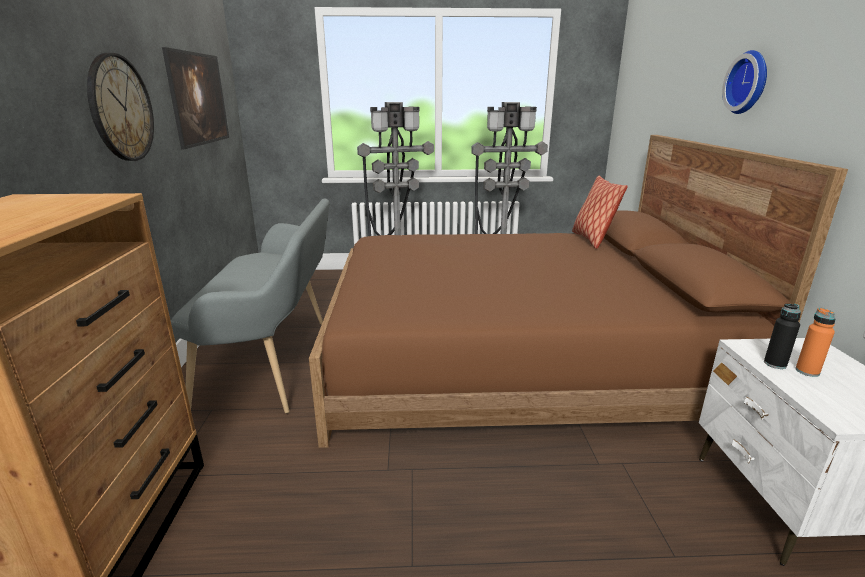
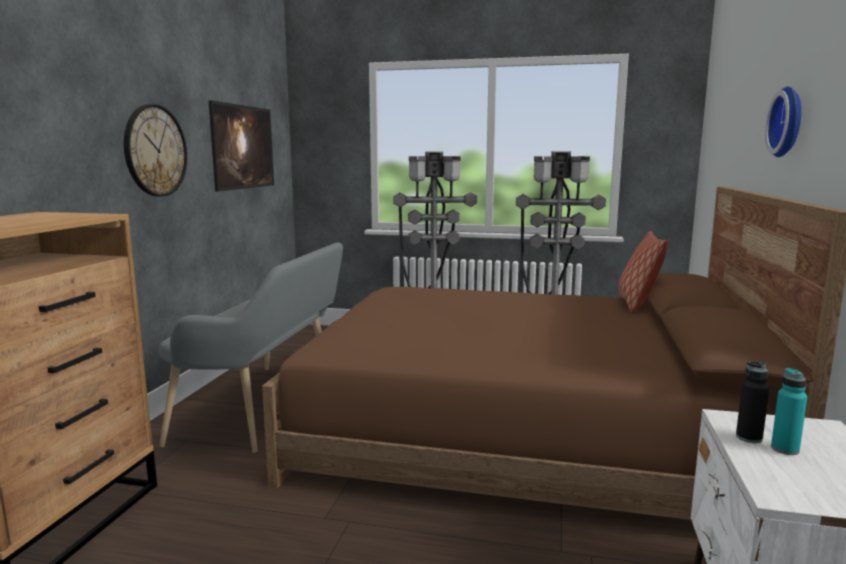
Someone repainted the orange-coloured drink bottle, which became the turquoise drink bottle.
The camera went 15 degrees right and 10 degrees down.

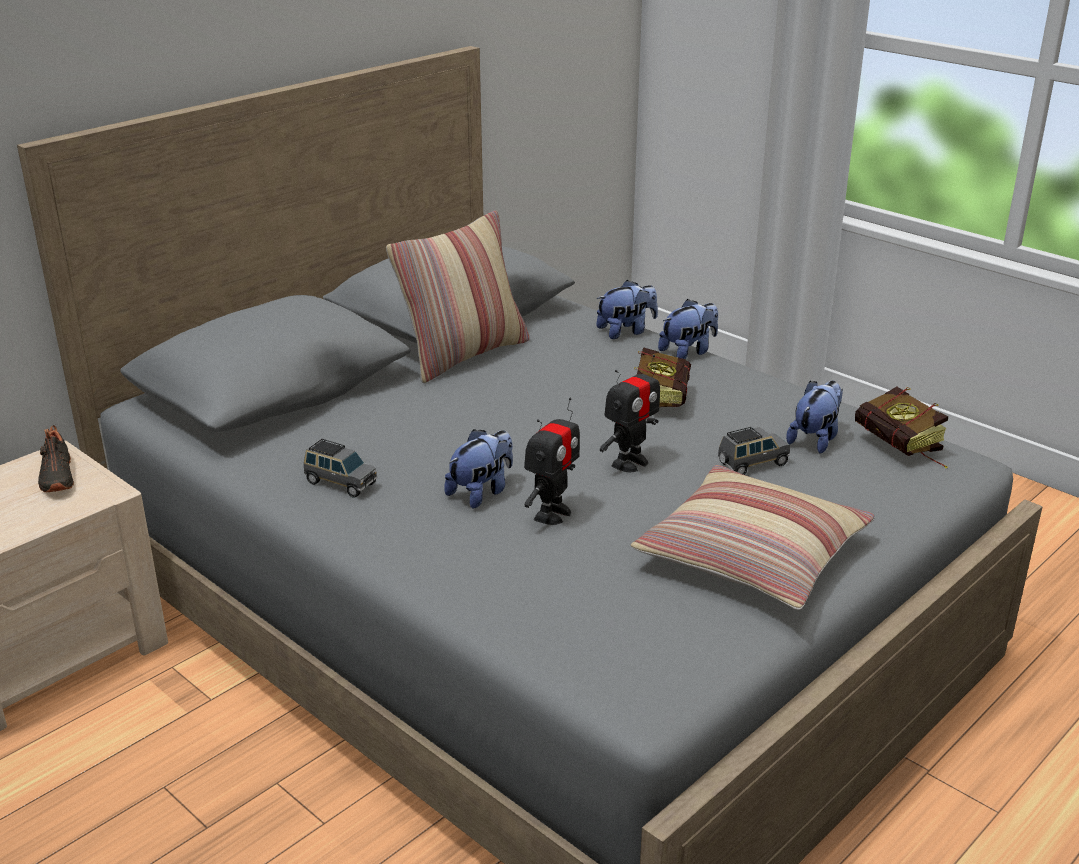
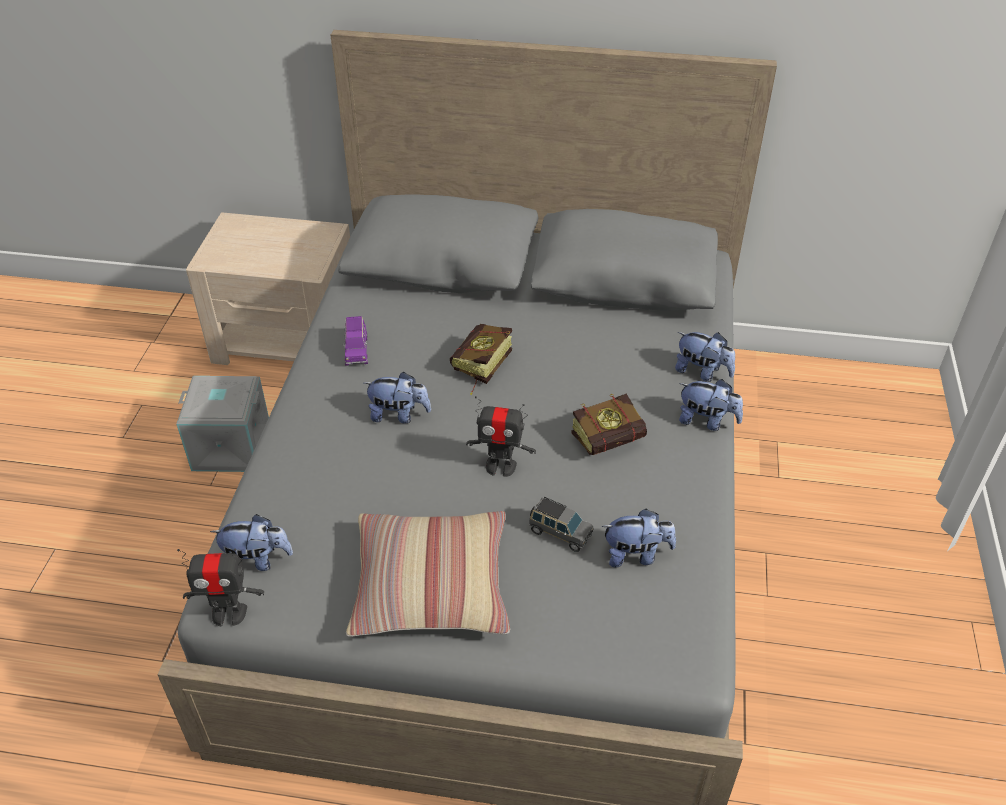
Someone put down the gray storage bin.
Someone carried the toy robot (1st from left).
Someone put down the plush toy (1st from left).
Someone repainted the gray miniature car (1st from left), which became the purple miniature car.
Someone carried the bound book (2nd from left in the first image).
Someone took away the black shoe.
Someone took away the throw pillow (1st from left).
The camera went 55 degrees right and 15 degrees up.

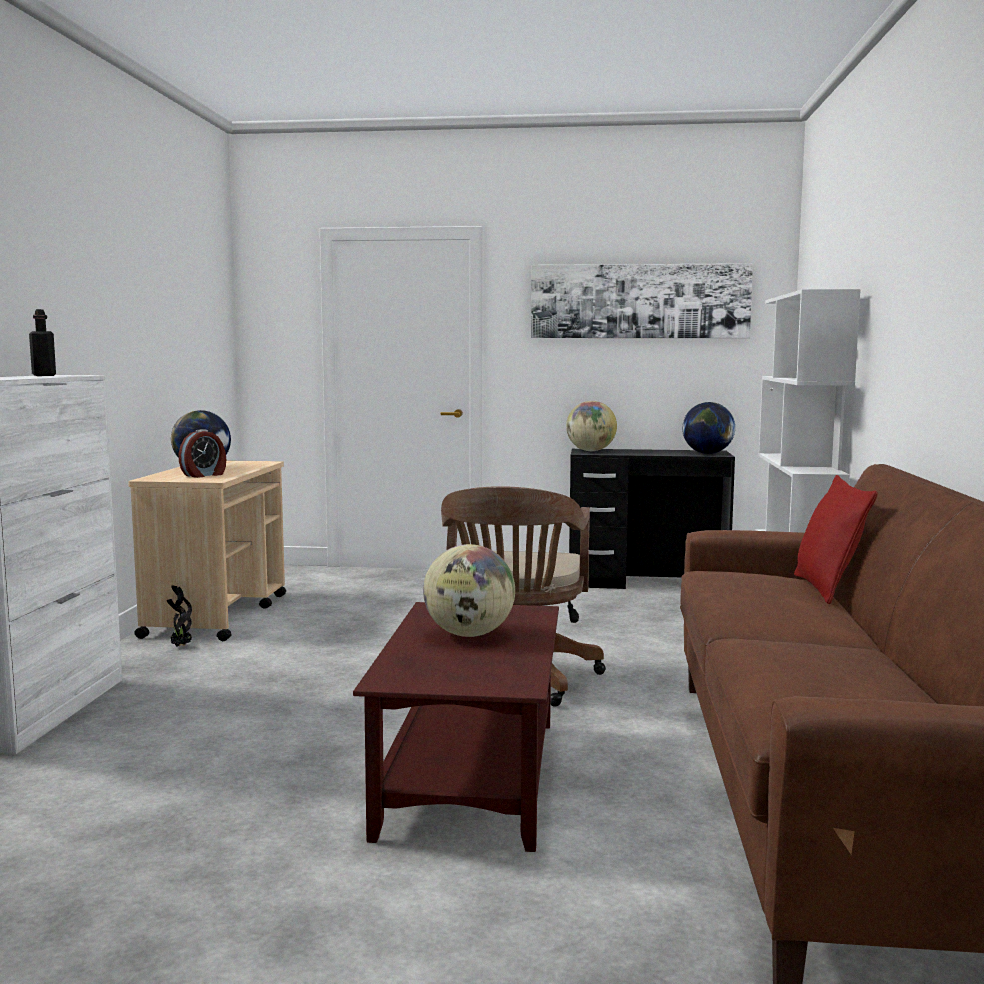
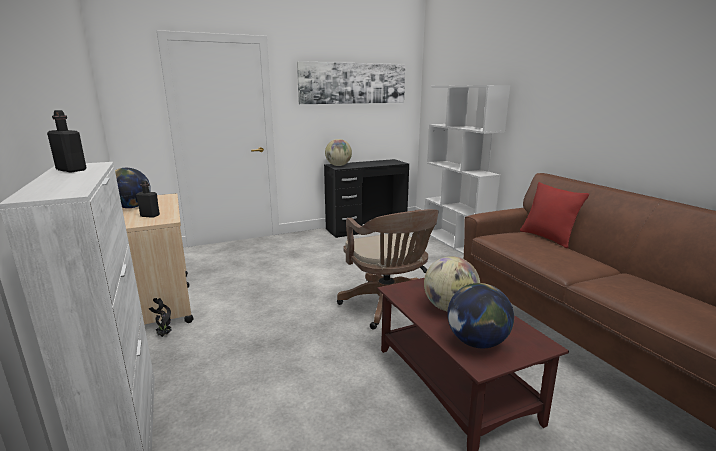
Someone swapped the alarm clock for the black drink bottle (2nd from left).
Someone carried the world globe (4th from left).
The camera went 30 degrees left and 10 degrees up.

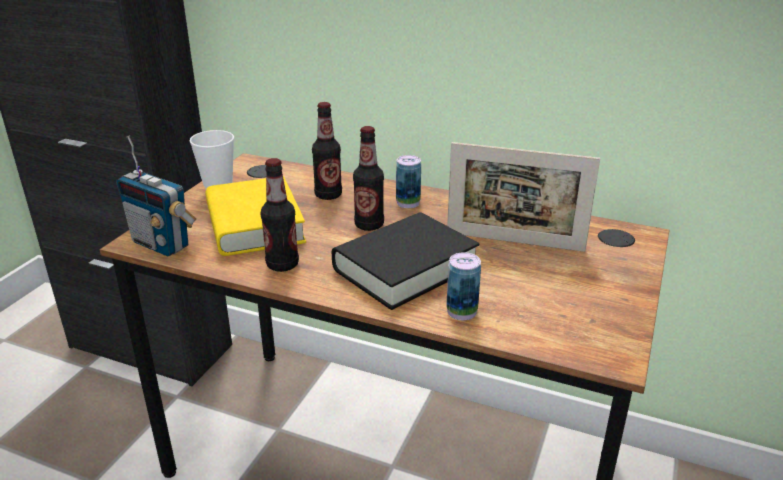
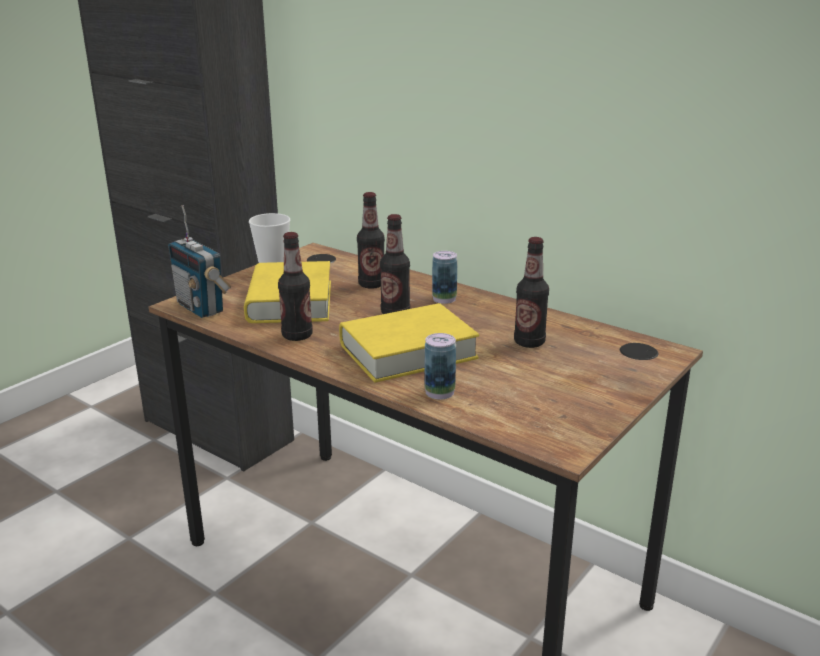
Someone repainted the black bound book, which became the yellowish bound book (2nd from left).
Someone swapped the picture frame for the drink bottle (4th from left).
The camera went 15 degrees right and 5 degrees down.

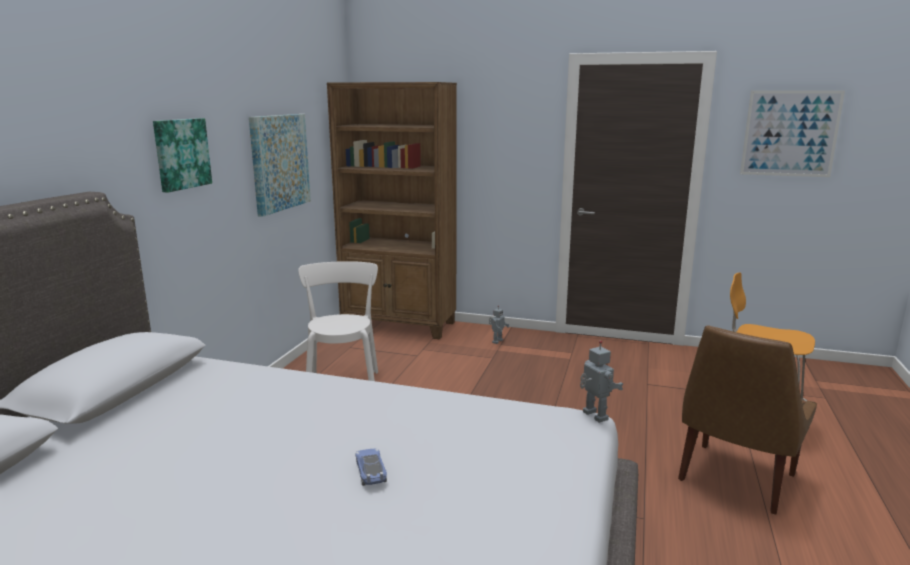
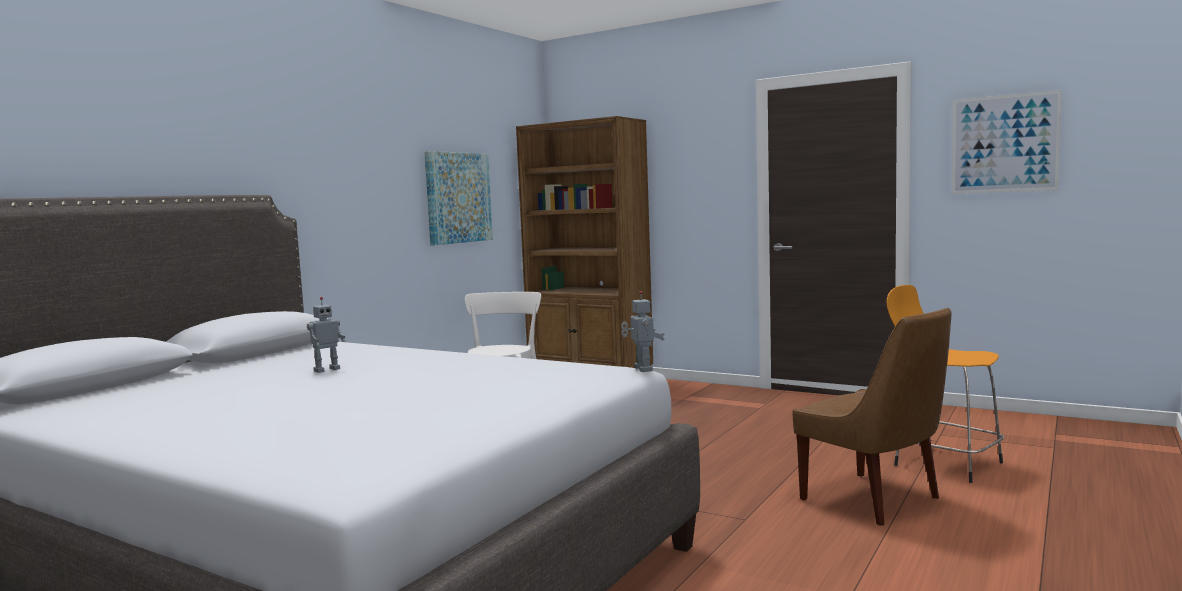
Someone carried the toy robot (1st from left).
Someone rotated the brownish chair by 90 degrees counterclockwise.
Someone took away the wall picture (1st from left).
Someone took away the miniature car.
The camera went 15 degrees right and 10 degrees down.

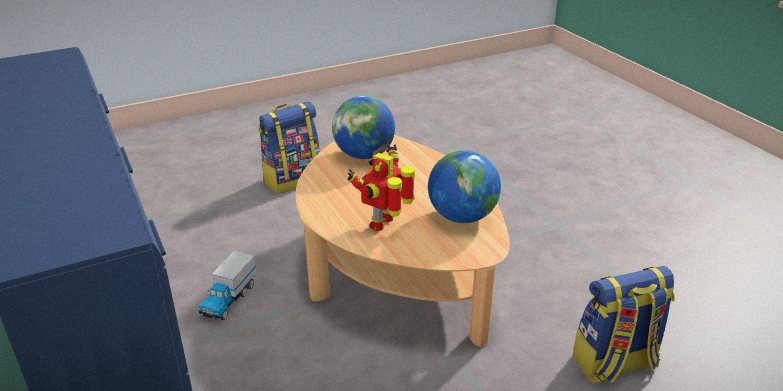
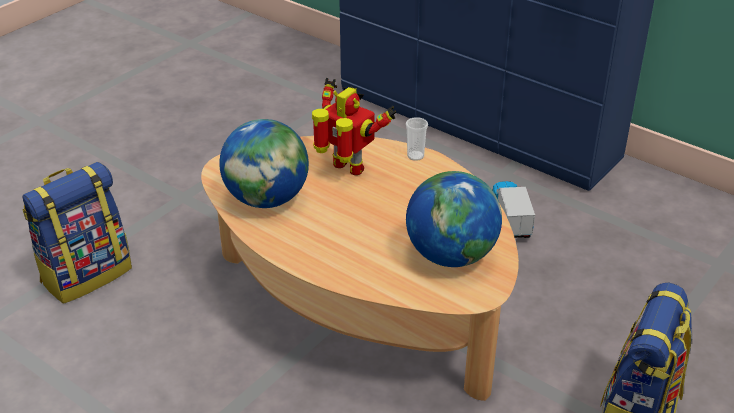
Someone rotated the toy robot by 60 degrees counterclockwise.
Someone put down the small cup.
The camera went 155 degrees right and 5 degrees up.

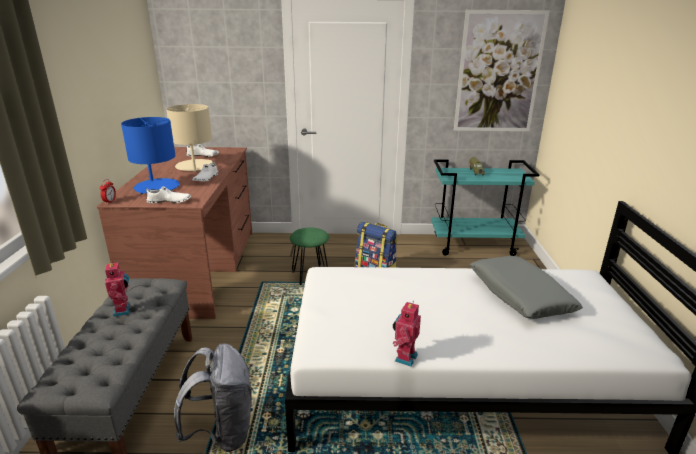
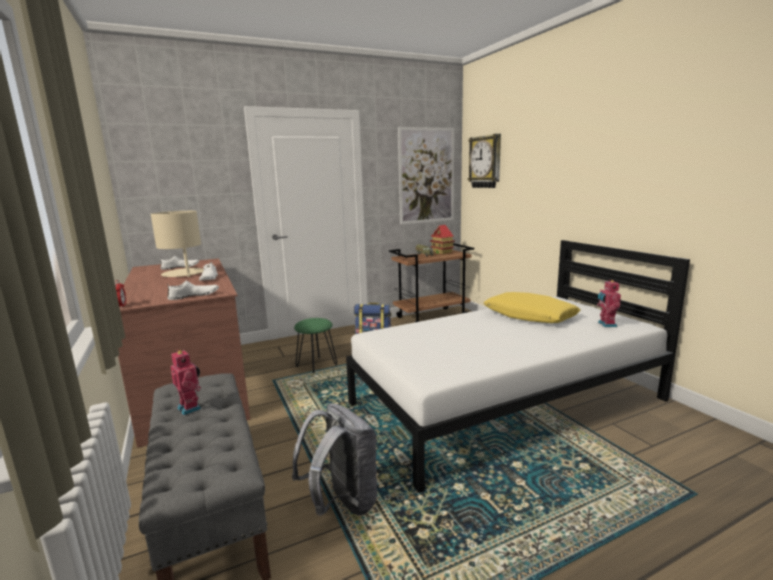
Someone repainted the turquoise trolley, which became the brownish trolley.
Someone put down the toy house.
Someone put up the hanging clock.
Someone repainted the gray throw pillow, which became the yellowish throw pillow.
Someone carried the toy robot (2nd from left).
Someone took away the blue-coloured table lamp.
The camera went 25 degrees left and 10 degrees down.

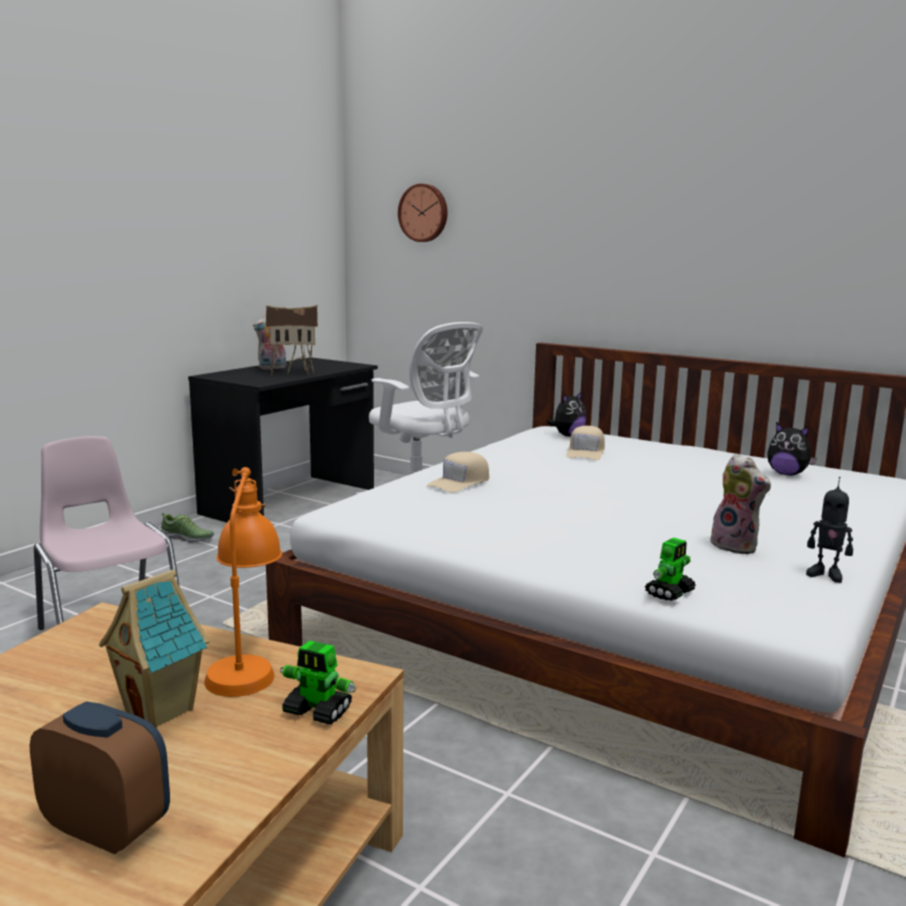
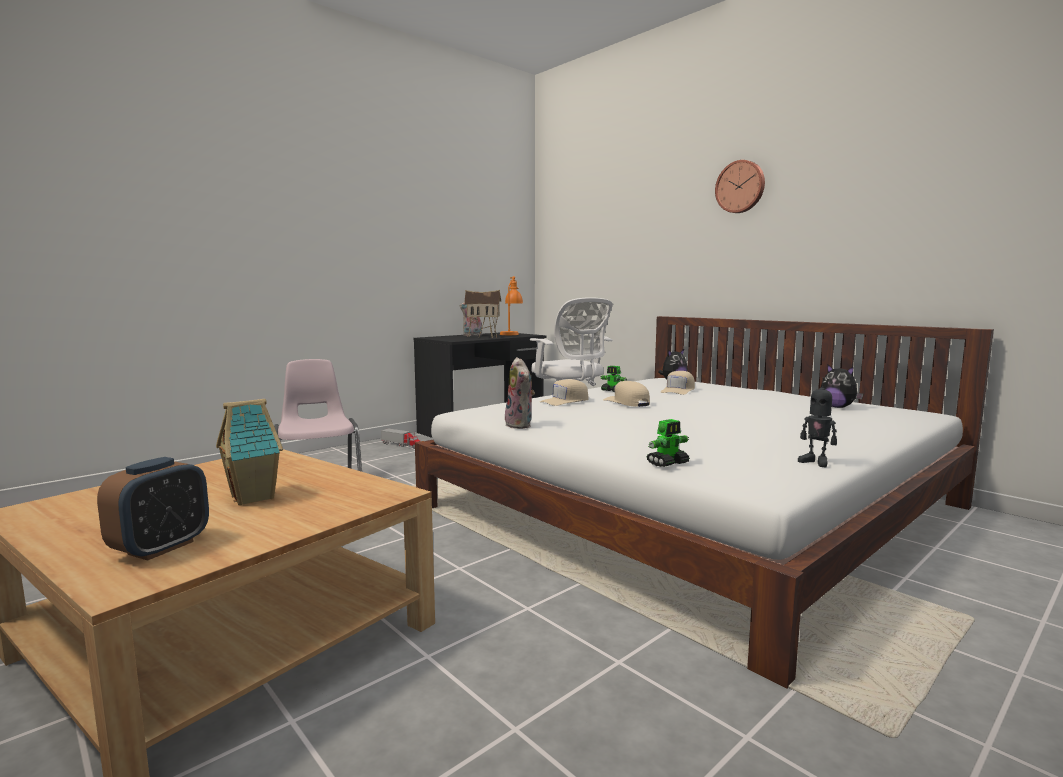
Someone rotated the alarm clock by 75 degrees clockwise.
Someone swapped the shoe for the toy truck.
Someone carried the orange-coloured table lamp.
Someone carried the plush toy (3rd from left in the first image).
Someone carried the toy robot (1st from left).
Someone put down the beige-coloured peaked cap (2nd from left).
Someone carried the hanging clock.
The camera went 15 degrees right and 5 degrees down.

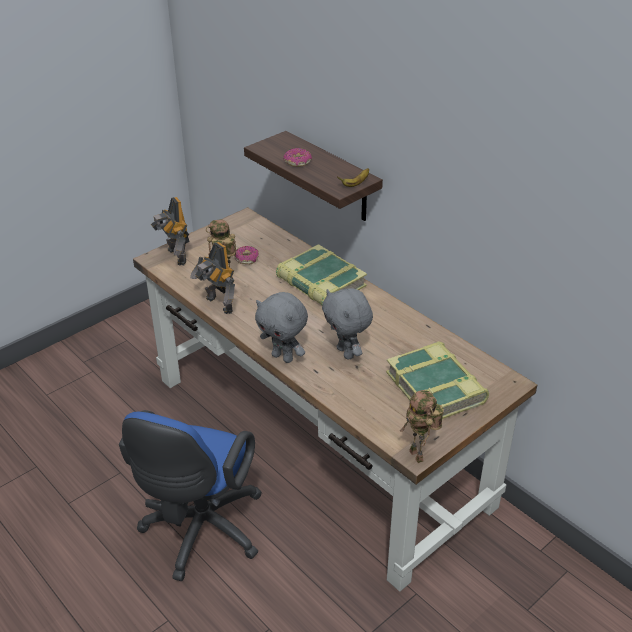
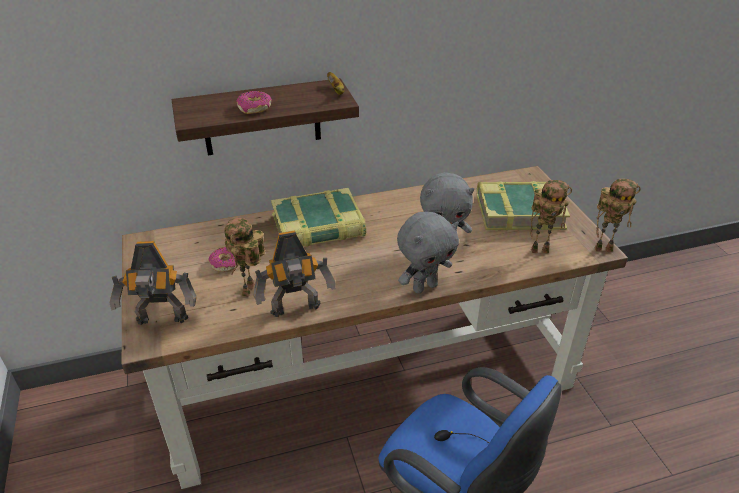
Someone put down the toy robot (4th from left).
The camera went 65 degrees left and 0 degrees up.

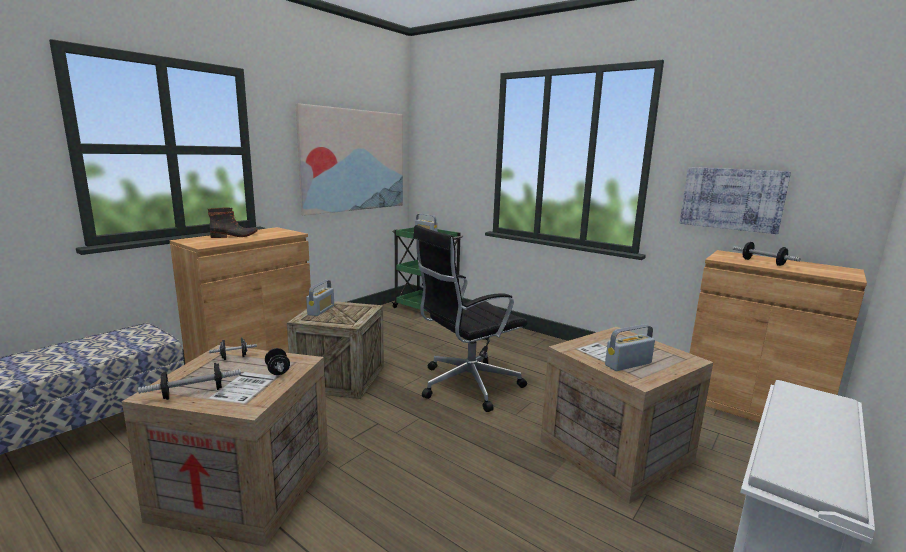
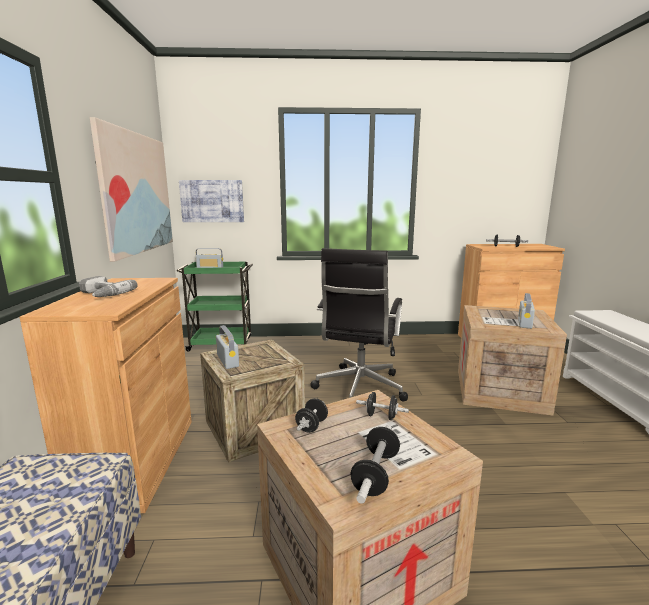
Someone swapped the boot for the power drill.
Someone carried the wall picture (2nd from left).
The camera went 40 degrees left and 0 degrees up.

